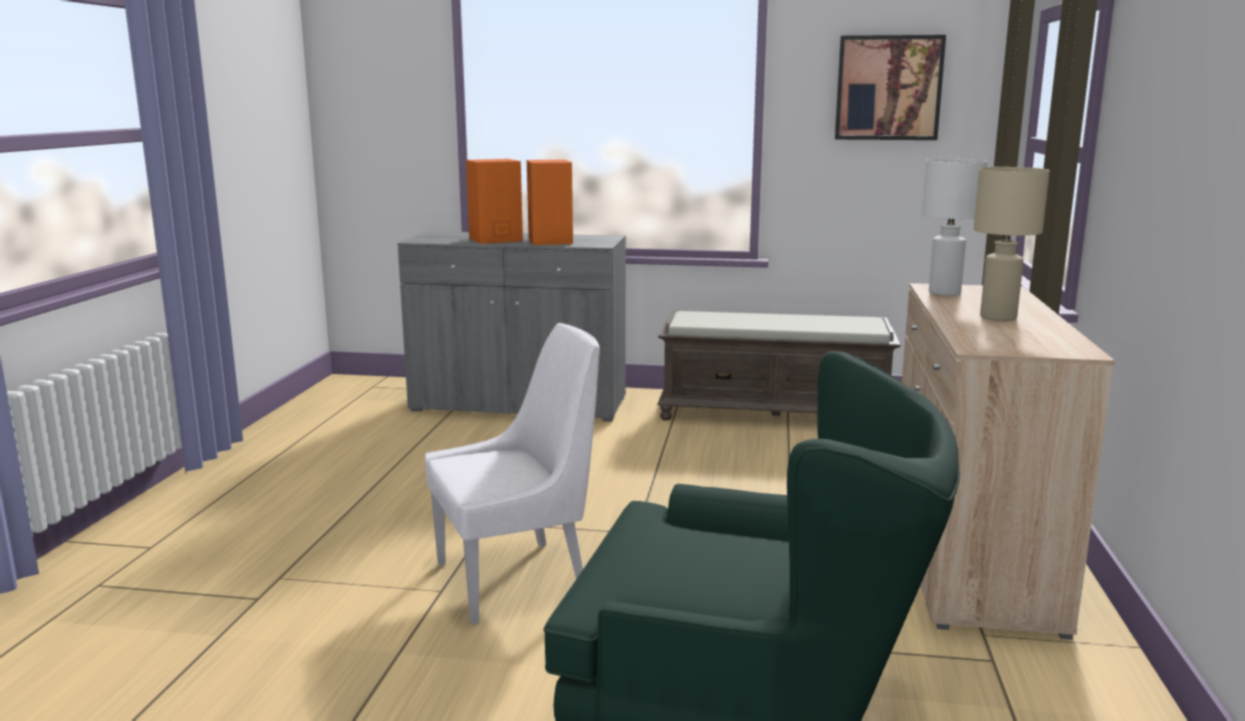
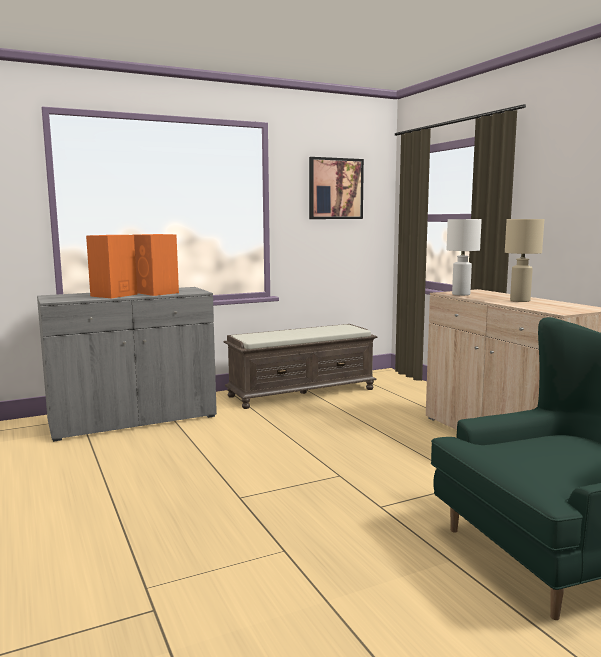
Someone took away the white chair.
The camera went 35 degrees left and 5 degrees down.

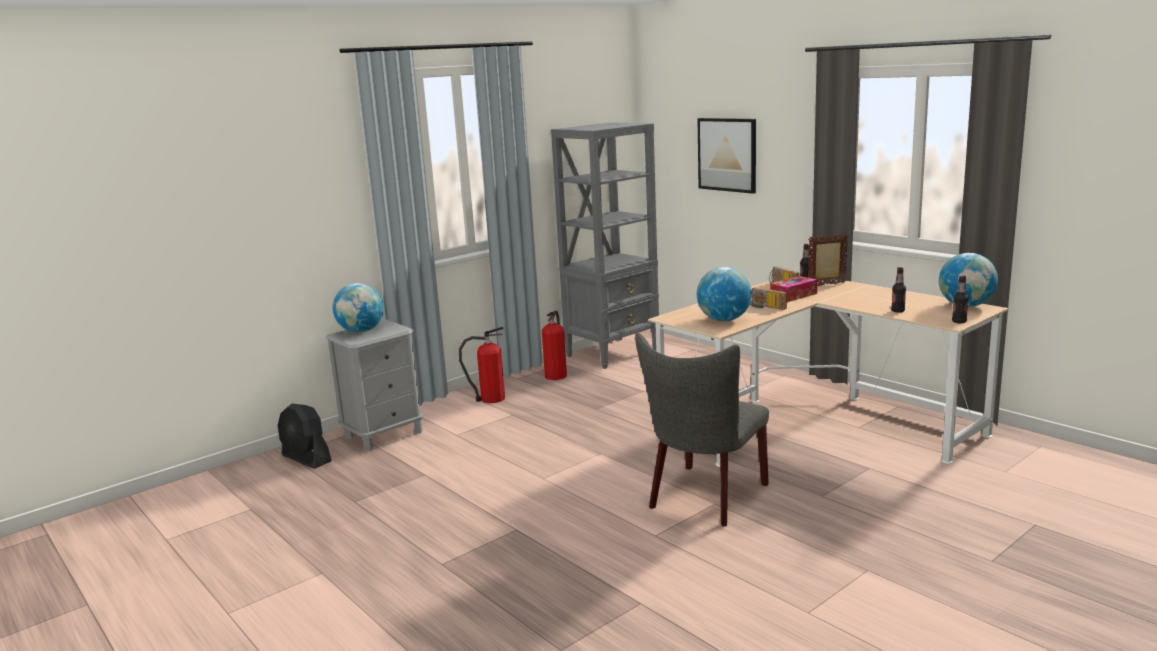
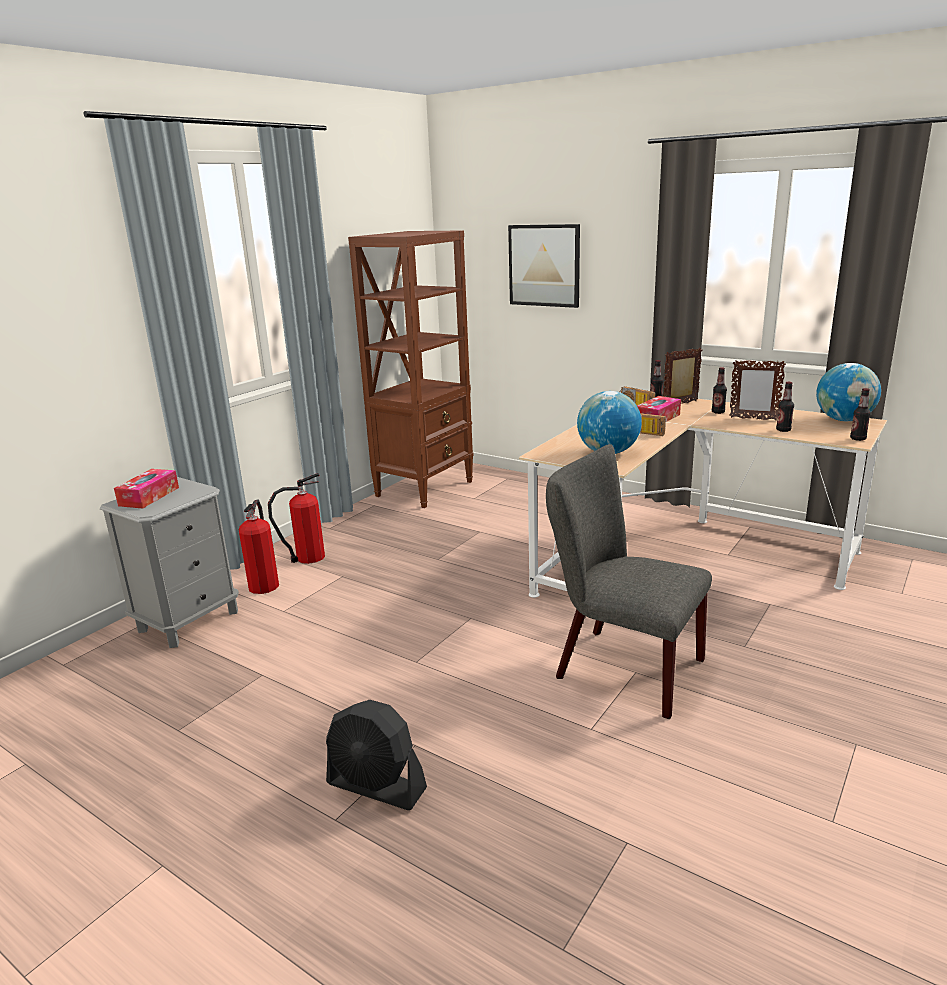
Someone swapped the world globe (1st from left) for the tissue holder (1st from left).
Someone carried the fire extinguisher (2nd from left in the first image).
Someone carried the black cooling fan.
Someone repainted the gray bookshelf, which became the brownish bookshelf.
Someone rotated the gray chair by 105 degrees clockwise.
Someone put down the drink bottle (2nd from left).
Someone put down the picture frame (2nd from left).
The camera went 15 degrees left and 5 degrees up.

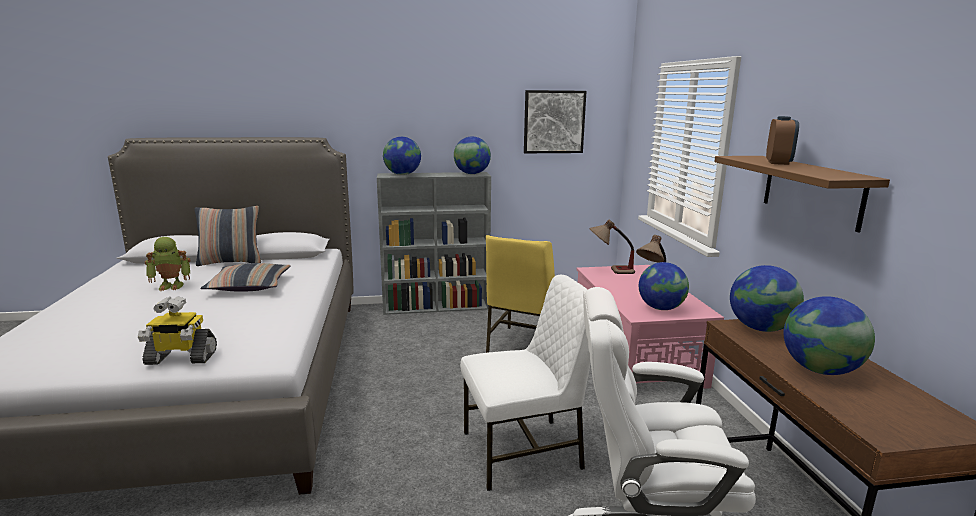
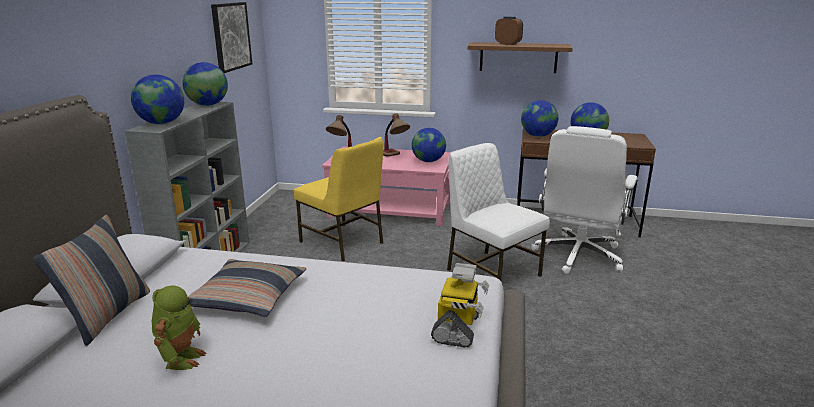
Someone rotated the white chair by 45 degrees counterclockwise.
The camera went 70 degrees left and 5 degrees up.

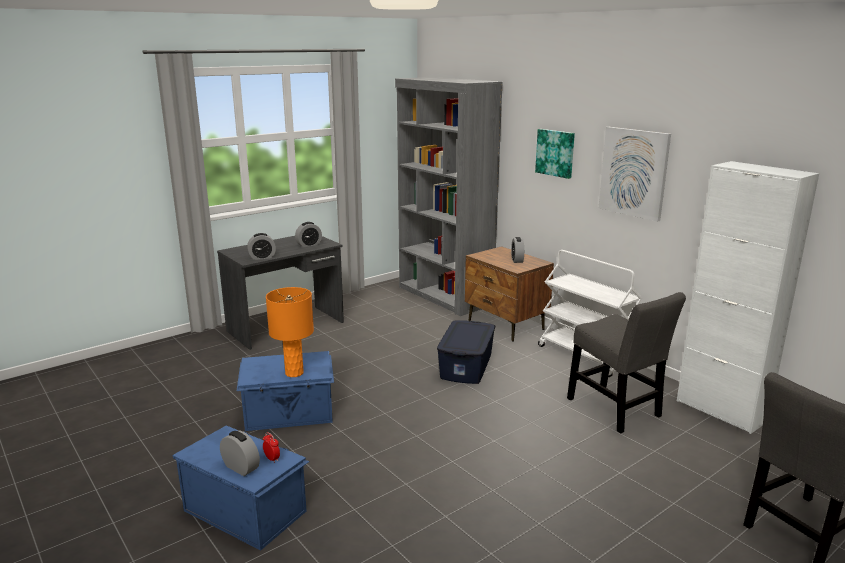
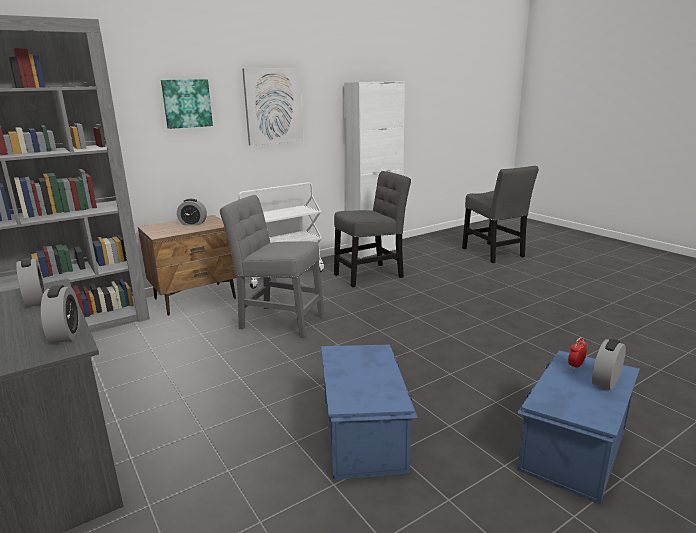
Someone swapped the blue-coloured storage bin (3rd from left) for the gray chair (1st from left).
Someone took away the orange-coloured table lamp.
The camera went 85 degrees left and 0 degrees up.

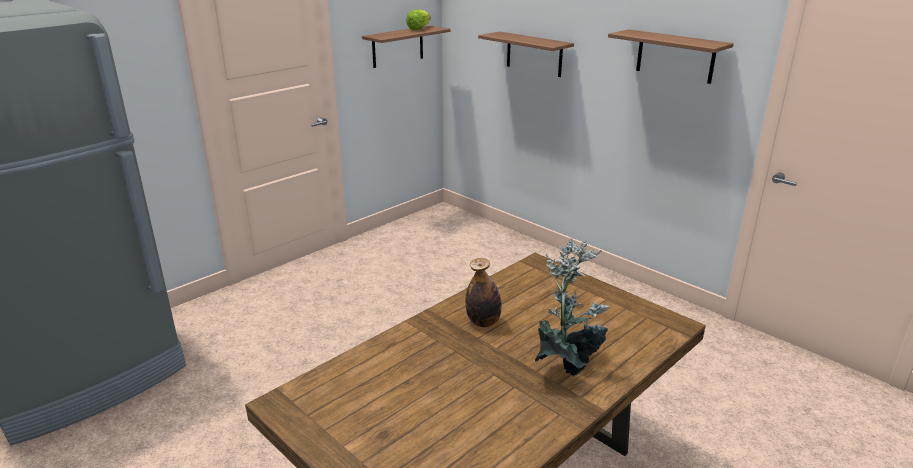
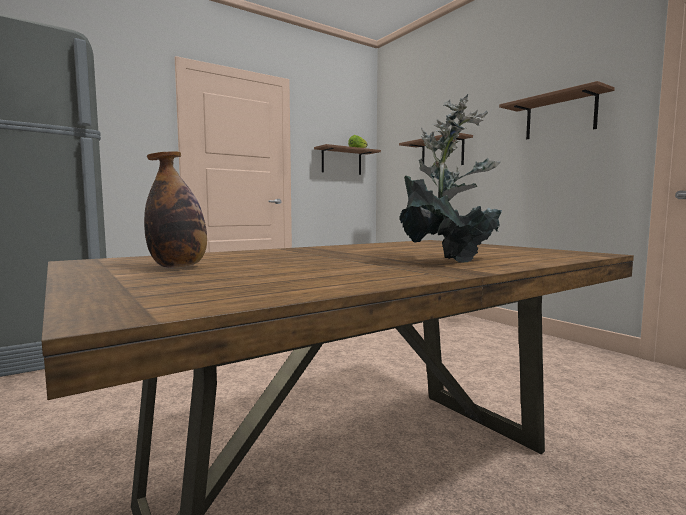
Someone carried the drink bottle.
The camera went 10 degrees right and 20 degrees down.

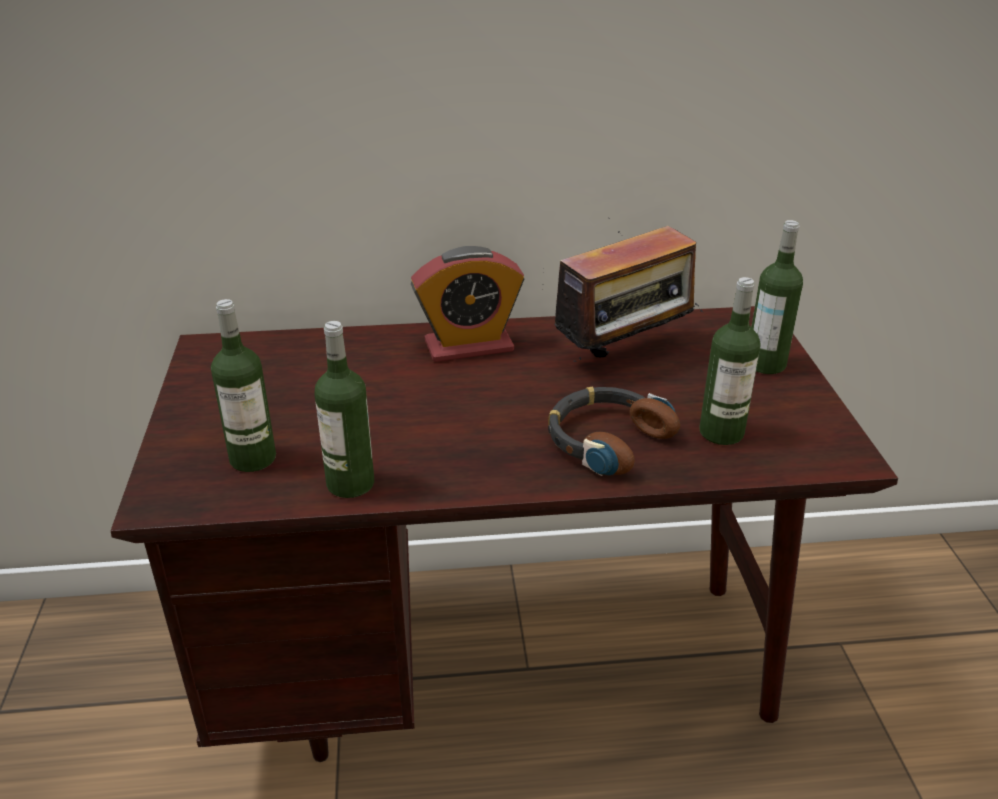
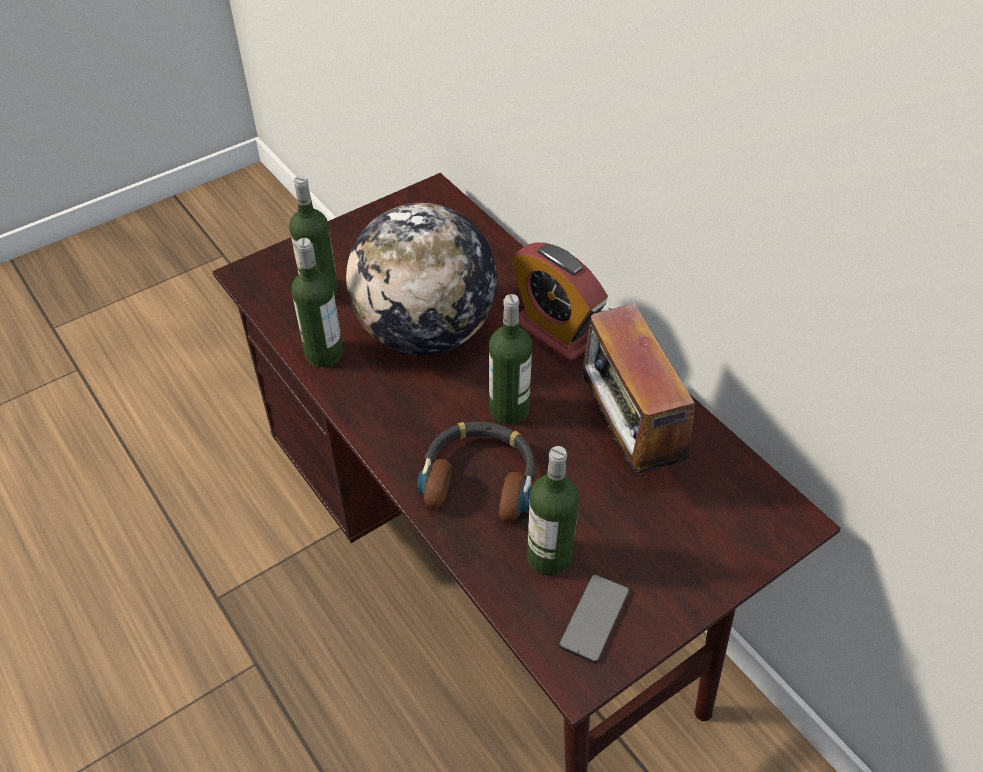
Someone put down the world globe.
Someone carried the drink bottle (4th from left in the first image).
Someone put down the telephone.
Someone rotated the radio receiver by 45 degrees clockwise.
The camera went 60 degrees right and 15 degrees up.

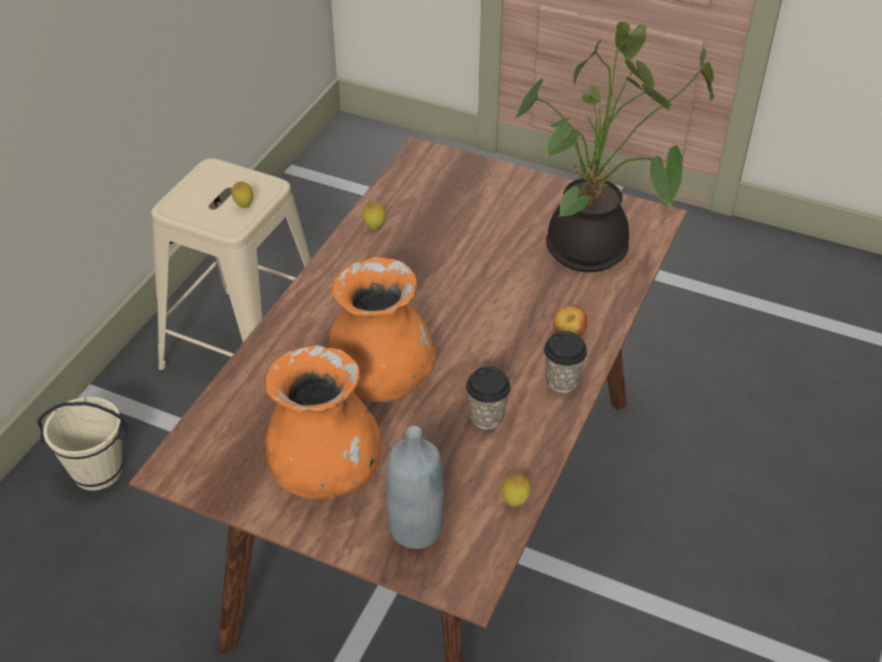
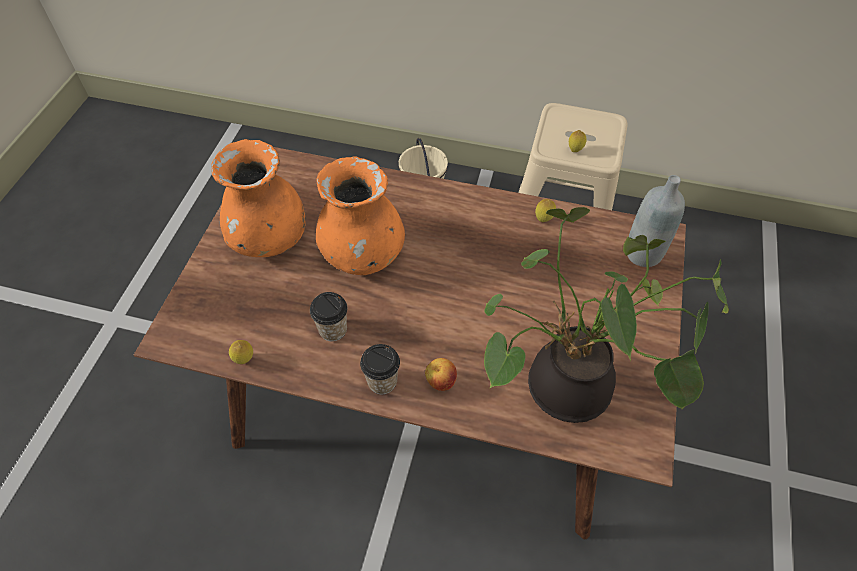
Someone carried the gray drink bottle.
The camera went 80 degrees right and 10 degrees up.

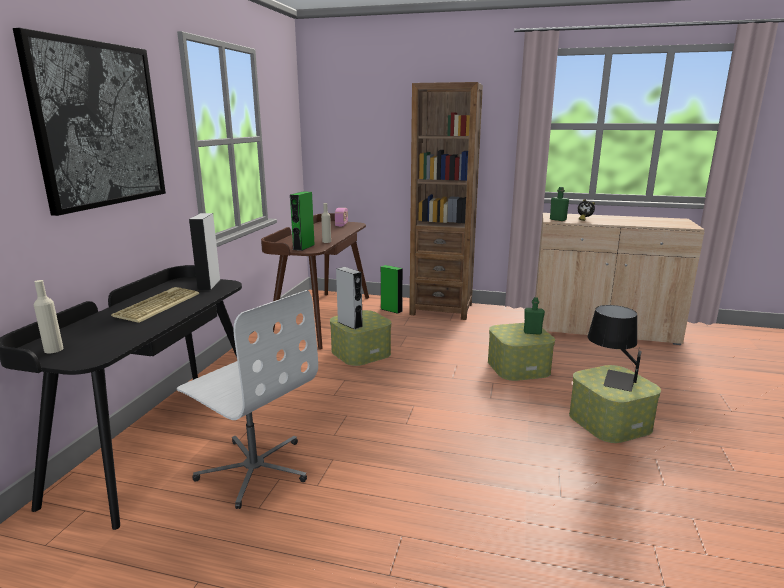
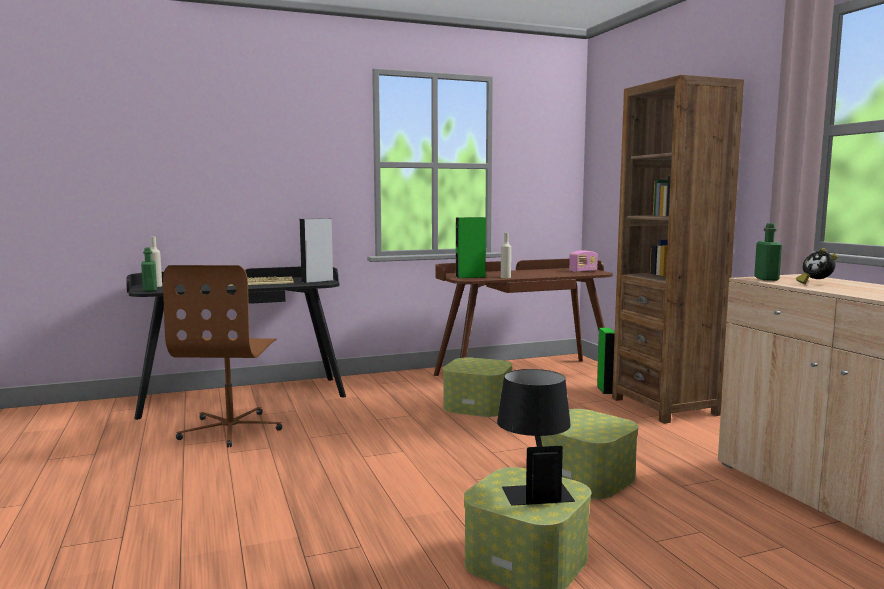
Someone carried the greenish drink bottle (1st from left).
Someone repainted the white computer chair, which became the brownish computer chair.
Someone took away the wall picture.
Someone took away the gray loudspeaker (2nd from left).
The camera went 55 degrees right and 10 degrees down.

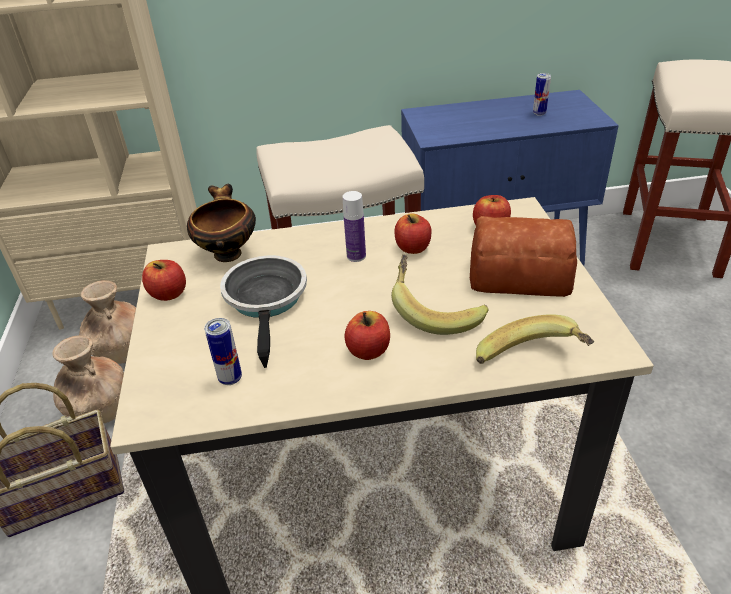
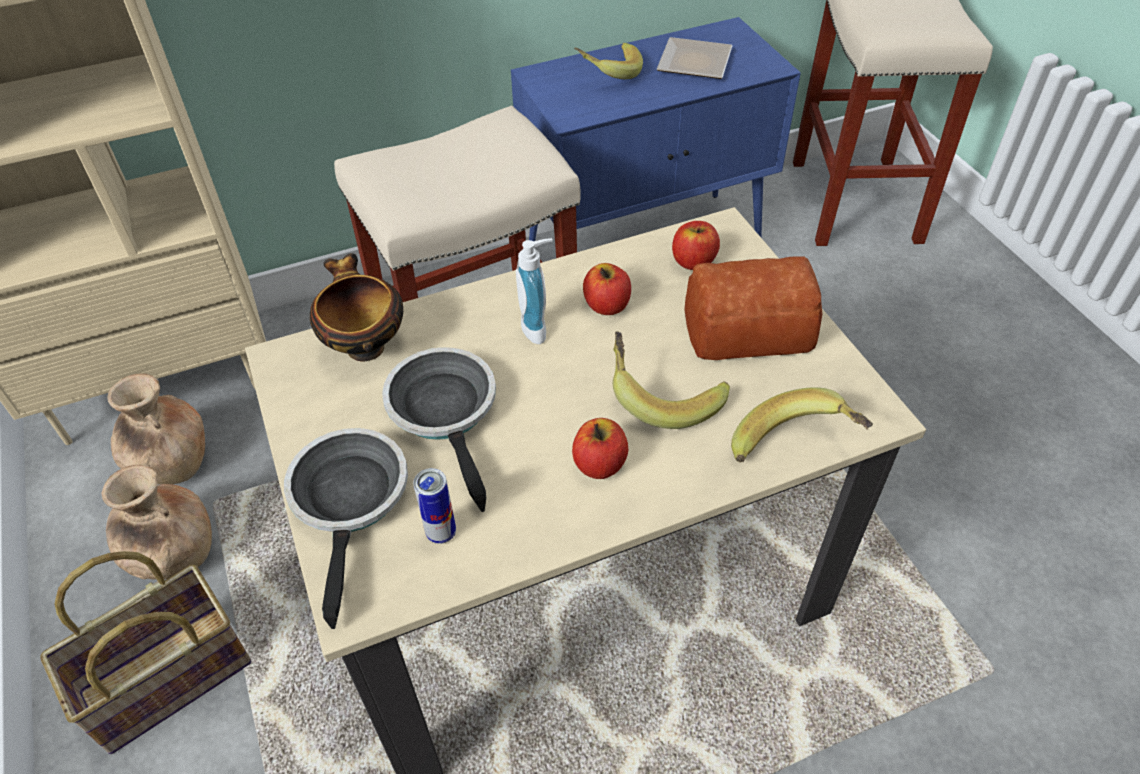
Someone put down the skillet (1st from left).
Someone swapped the drink bottle for the liquid soap bottle.
Someone put down the banana fruit (1st from left).
Someone swapped the metal can (2nd from left) for the plate.
Someone took away the apple (1st from left).
The camera went 15 degrees left and 10 degrees up.

